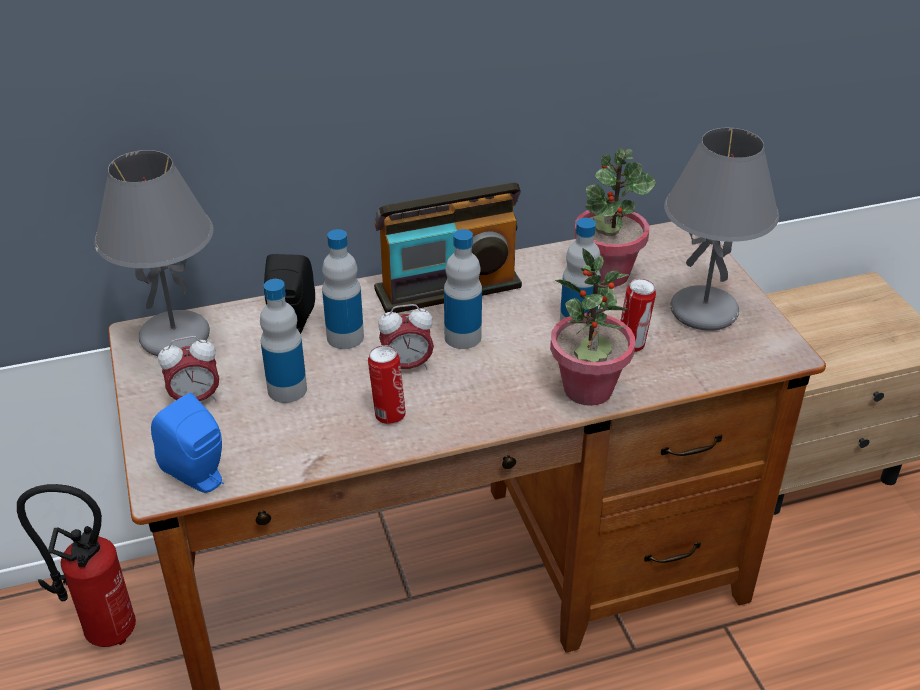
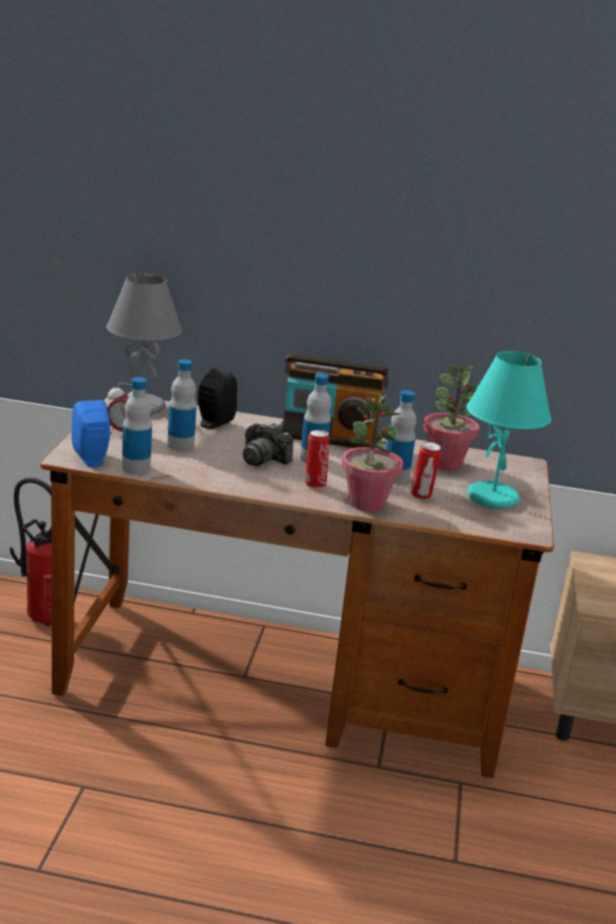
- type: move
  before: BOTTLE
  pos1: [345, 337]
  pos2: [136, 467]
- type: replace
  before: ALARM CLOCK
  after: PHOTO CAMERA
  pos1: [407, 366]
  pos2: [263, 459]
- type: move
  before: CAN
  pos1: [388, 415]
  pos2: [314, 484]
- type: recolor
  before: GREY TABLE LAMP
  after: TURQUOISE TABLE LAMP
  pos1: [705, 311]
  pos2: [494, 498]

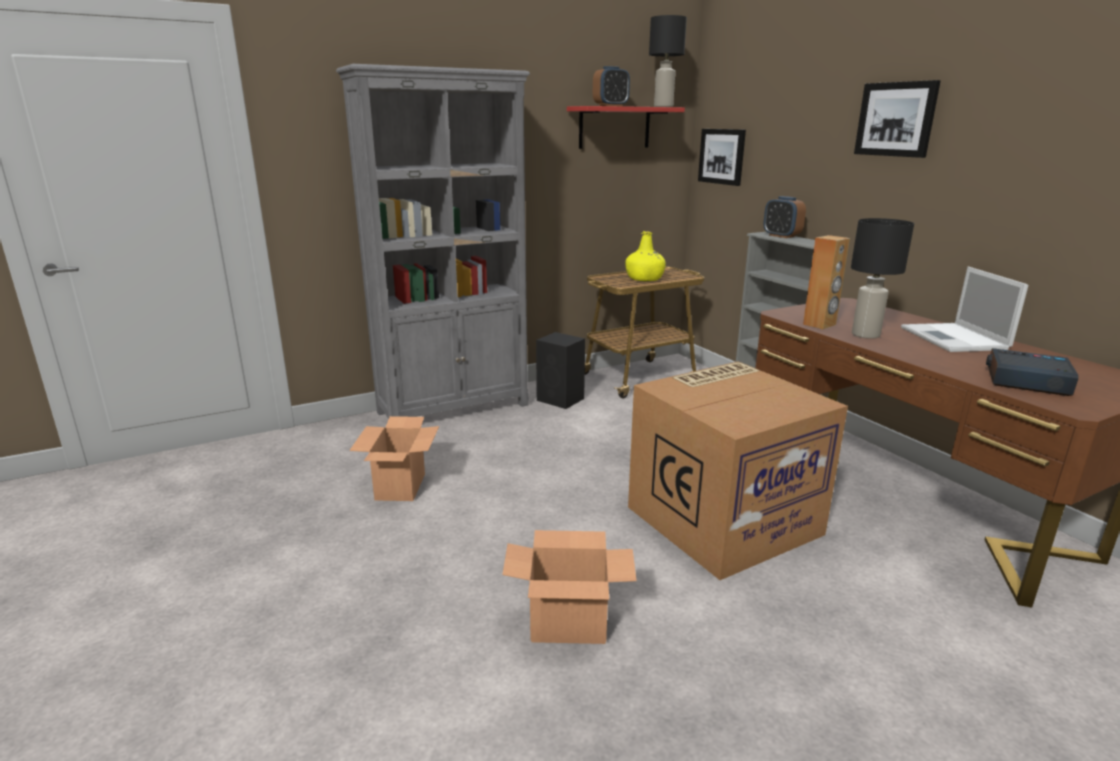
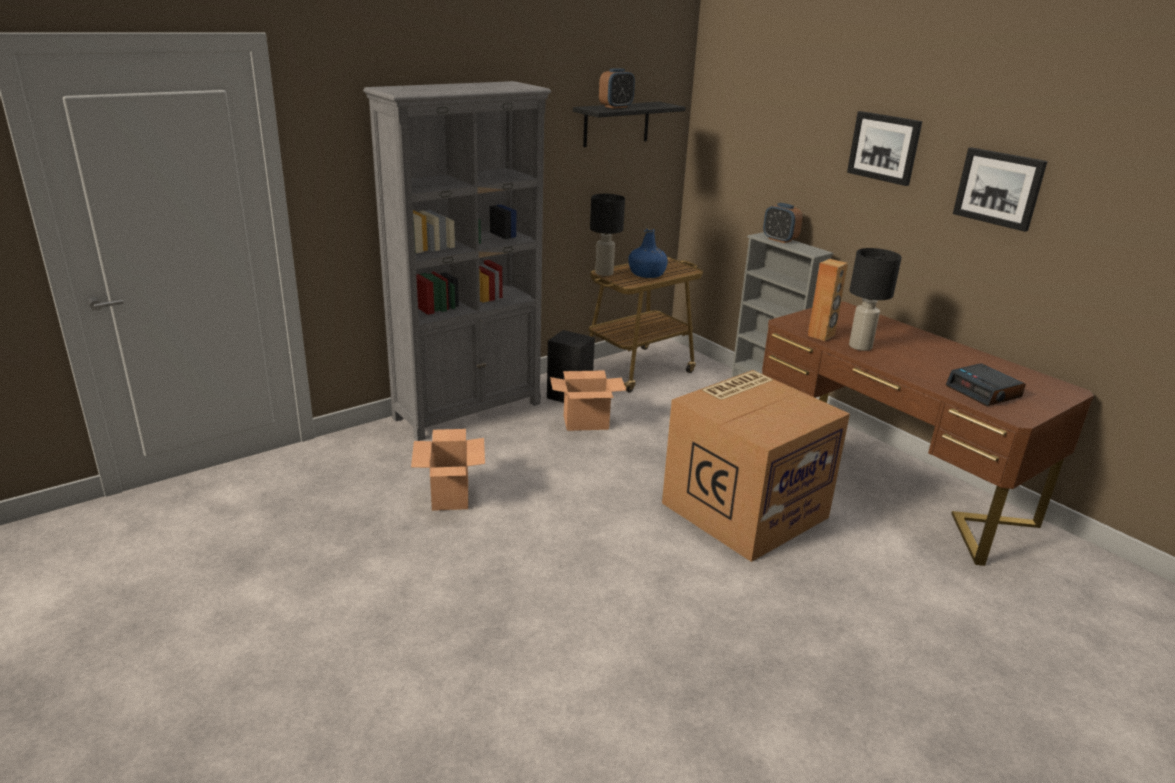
- type: move
  before: CARDBOARD BOX
  pos1: [569, 624]
  pos2: [586, 422]
- type: recolor
  before: RED SHELF
  after: BLACK SHELF
  pos1: [614, 127]
  pos2: [616, 124]
- type: move
  before: BLACK TABLE LAMP
  pos1: [663, 107]
  pos2: [604, 273]
- type: recolor
  before: YELLOW BOTTLE
  after: BLUE BOTTLE
  pos1: [645, 279]
  pos2: [647, 274]
- type: rotate
  before: ALARM CLOCK
  pos1: [1026, 381]
  pos2: [984, 392]
  turn: -135
- type: move
  before: PICTURE
  pos1: [722, 156]
  pos2: [999, 188]
- type: delete
  before: LAPTOP
  pos1: [955, 339]

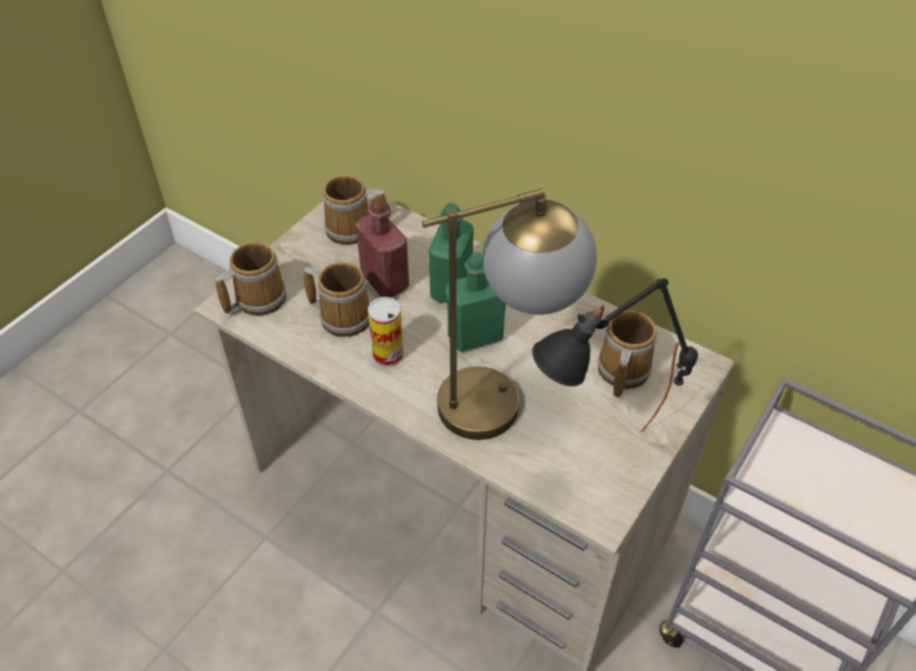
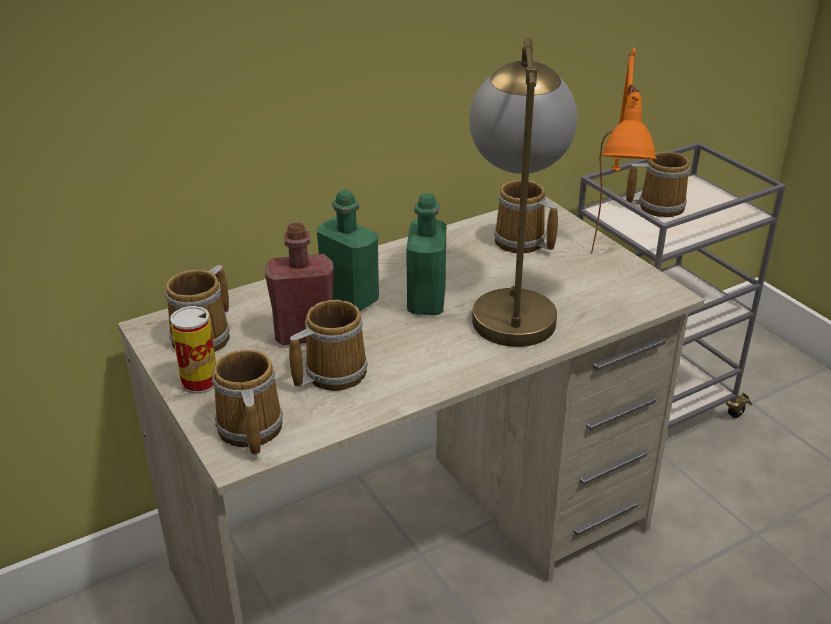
- type: move
  before: CAN
  pos1: [388, 354]
  pos2: [200, 382]
- type: recolor
  before: BLACK TABLE LAMP
  after: ORANGE TABLE LAMP
  pos1: [598, 460]
  pos2: [609, 280]
- type: insert
  after: MUG
  pos2: [657, 206]

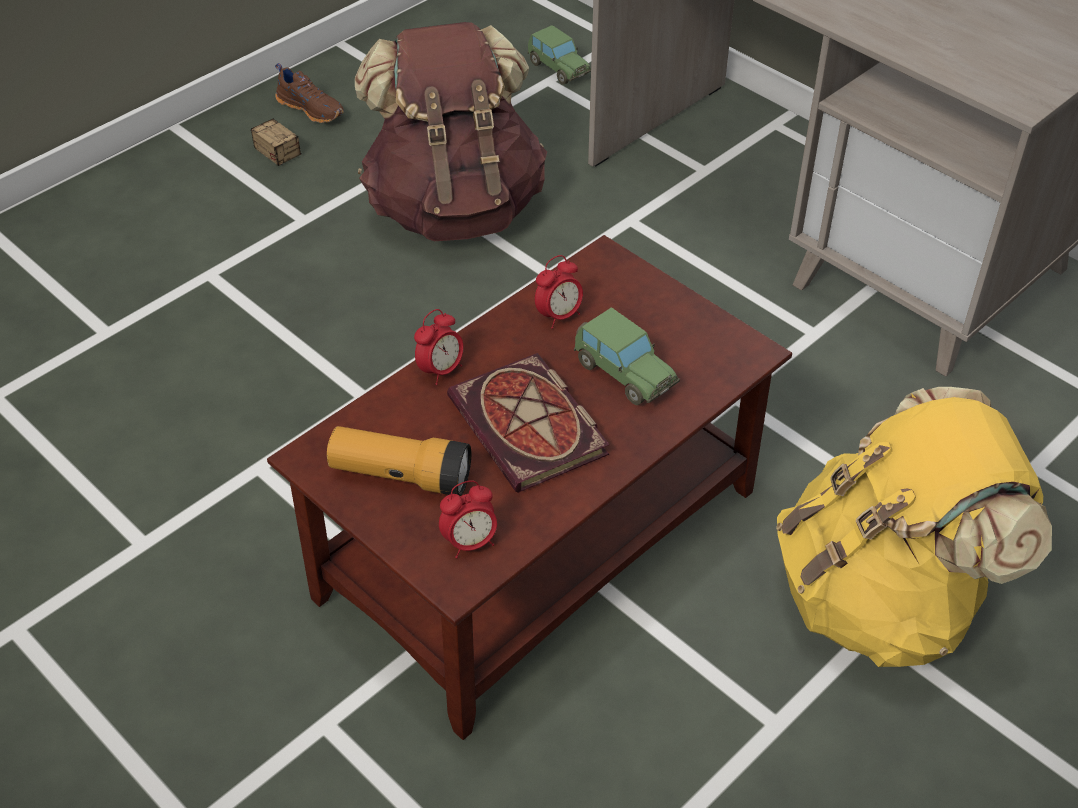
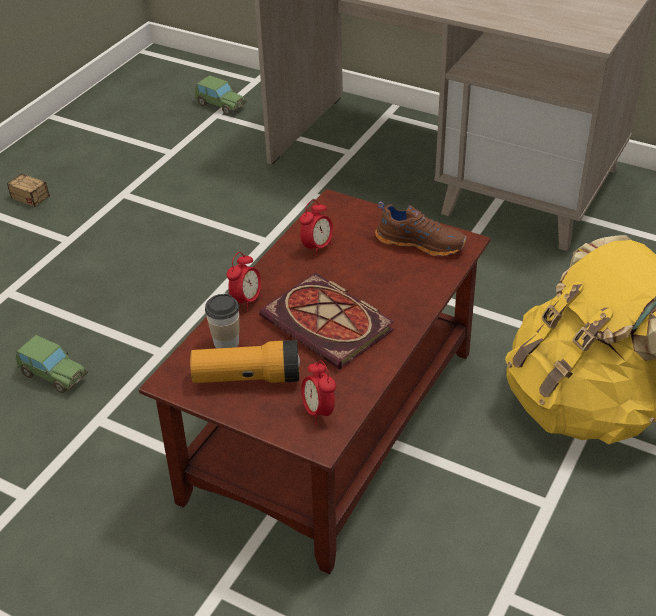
- type: move
  before: TOY CAR
  pos1: [623, 373]
  pos2: [53, 375]
- type: insert
  after: CUP
  pos2: [226, 342]
- type: rotate
  before: ALARM CLOCK
  pos1: [470, 543]
  pos2: [319, 411]
  turn: 105
- type: move
  before: BROWN SHOE
  pos1: [312, 108]
  pos2: [420, 242]
- type: delete
  before: BROWN BACKPACK
  pos1: [455, 207]

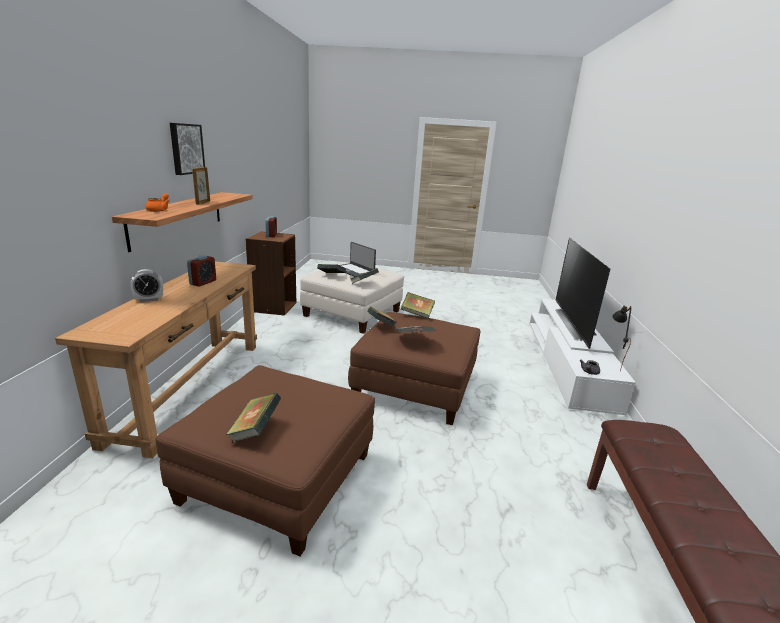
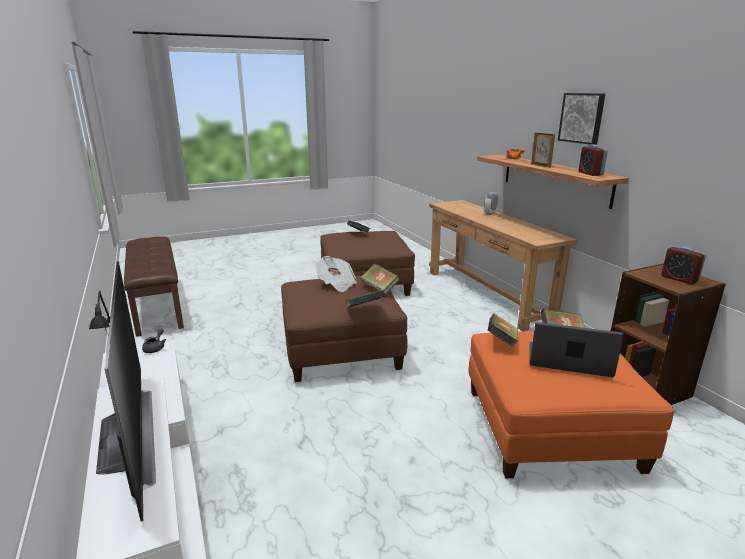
- type: recolor
  before: WHITE OTTOMAN
  after: ORANGE OTTOMAN
  pos1: [352, 313]
  pos2: [550, 428]
- type: move
  before: ALARM CLOCK
  pos1: [203, 282]
  pos2: [590, 173]

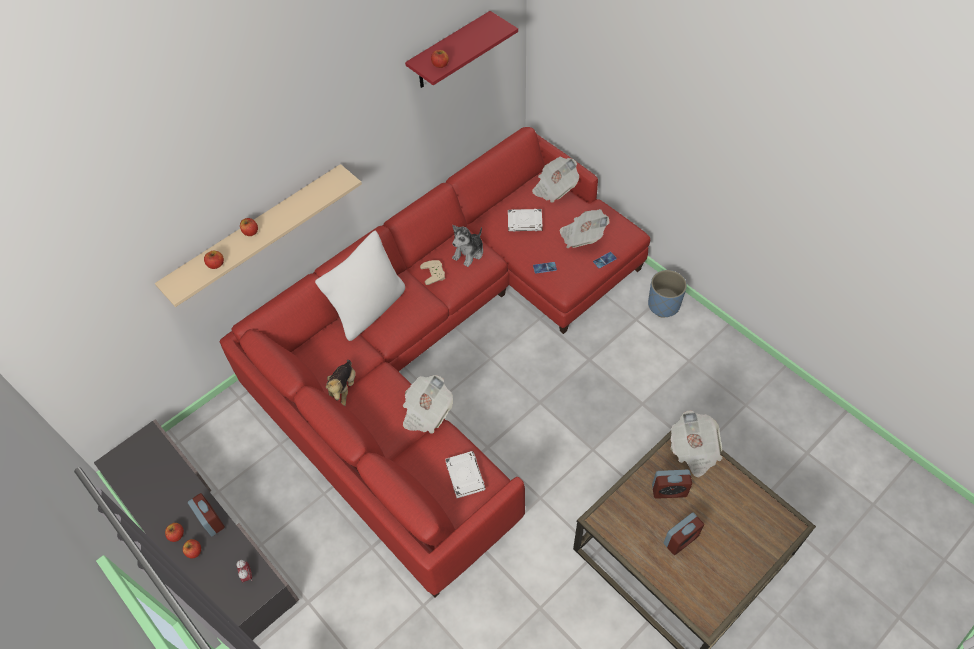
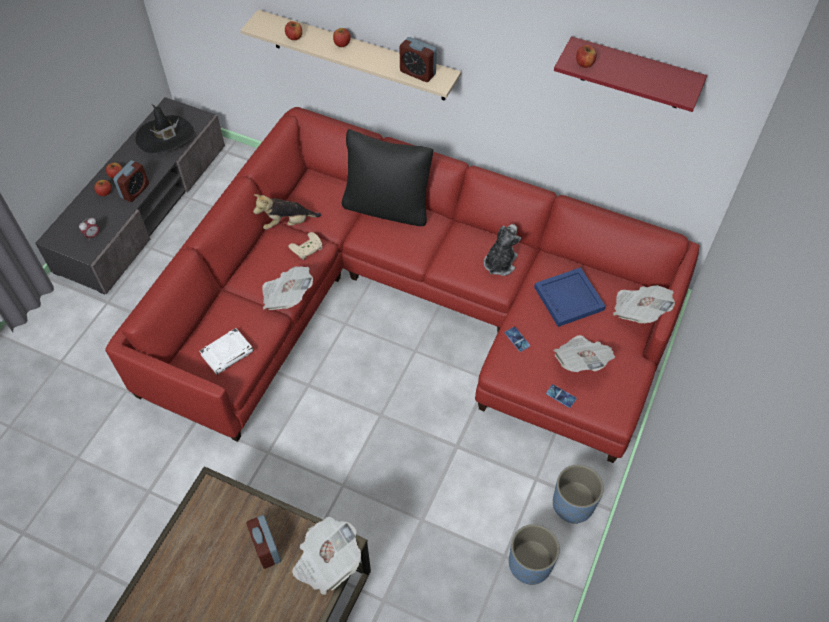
- type: insert
  after: BLACK HAT
  pos2: [165, 137]
- type: move
  before: BEIGE GAME CONTROLLER
  pos1: [435, 273]
  pos2: [307, 249]
- type: recolor
  before: WHITE PILLOW
  after: BLACK PILLOW
  pos1: [369, 309]
  pos2: [387, 207]
- type: move
  before: ALARM CLOCK
  pos1: [680, 540]
  pos2: [417, 73]
- type: rotate
  before: PLUSH TOY
  pos1: [469, 253]
  pos2: [499, 263]
  turn: 105
- type: insert
  after: BLUE PLANTER
  pos2: [529, 564]
- type: replace
  before: WHITE BOOK
  after: BLUE TRAY
  pos1: [525, 222]
  pos2: [570, 299]

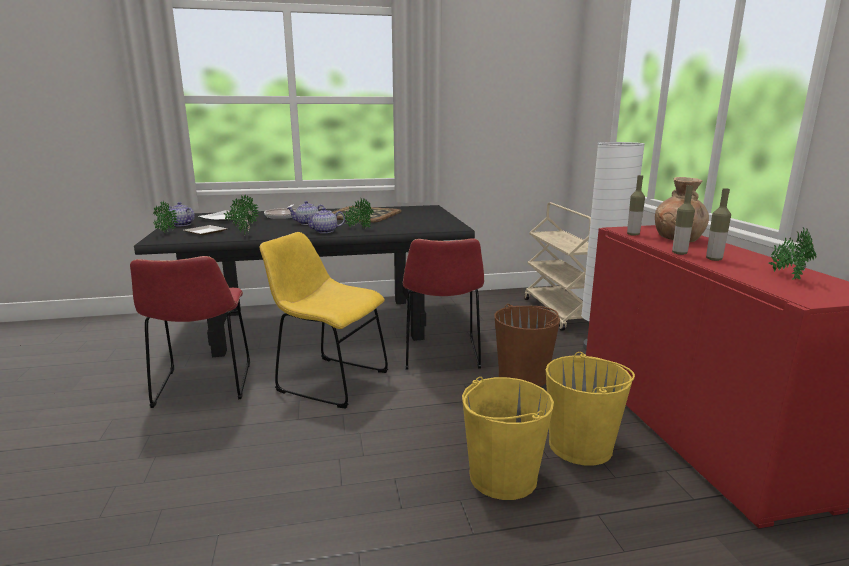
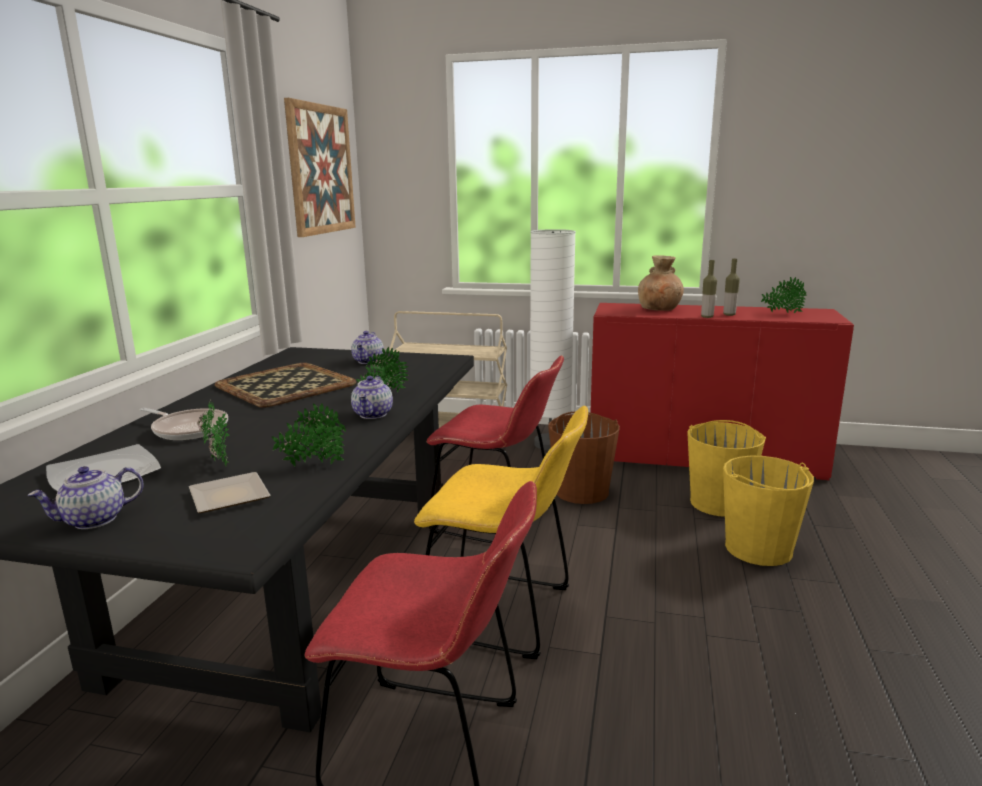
- type: insert
  after: PICTURE
  pos2: [321, 169]
- type: move
  before: TEAPOT
  pos1: [307, 223]
  pos2: [368, 361]
- type: rotate
  before: YELLOW CHAIR
  pos1: [328, 380]
  pos2: [505, 613]
  turn: -120
- type: delete
  before: POTTED PLANT
  pos1: [165, 234]
- type: delete
  before: BOTTLE
  pos1: [633, 234]

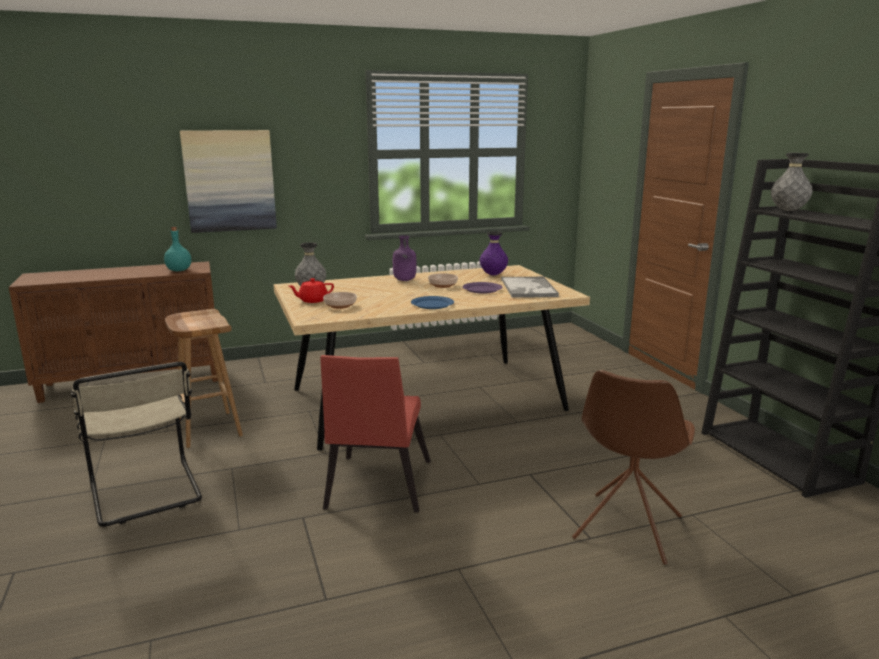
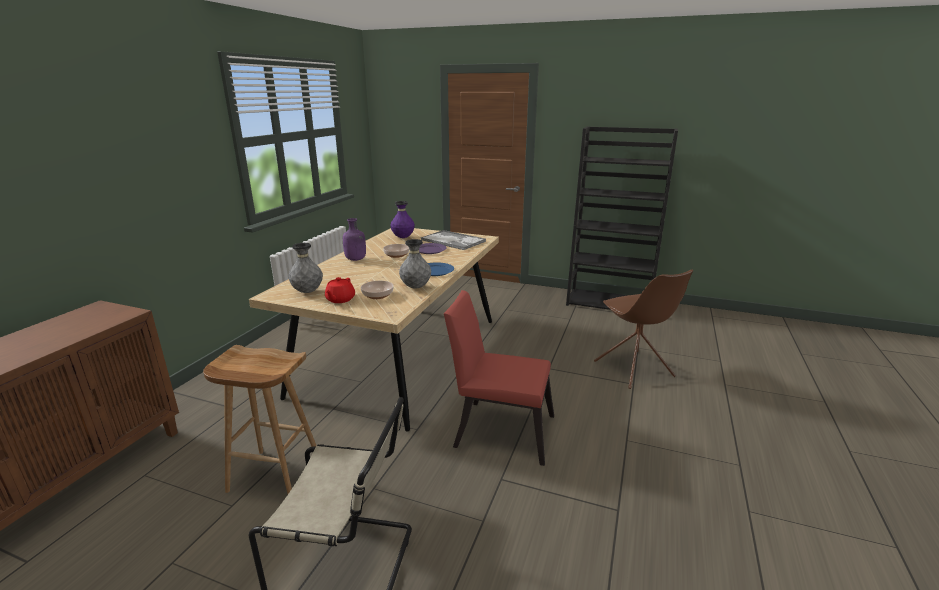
- type: move
  before: GREY VASE
  pos1: [788, 211]
  pos2: [416, 287]
- type: rotate
  before: RED CHAIR
  pos1: [376, 488]
  pos2: [498, 429]
  turn: 150
- type: delete
  before: TURQUOISE BOTTLE
  pos1: [178, 270]
- type: delete
  before: PICTURE
  pos1: [230, 181]

